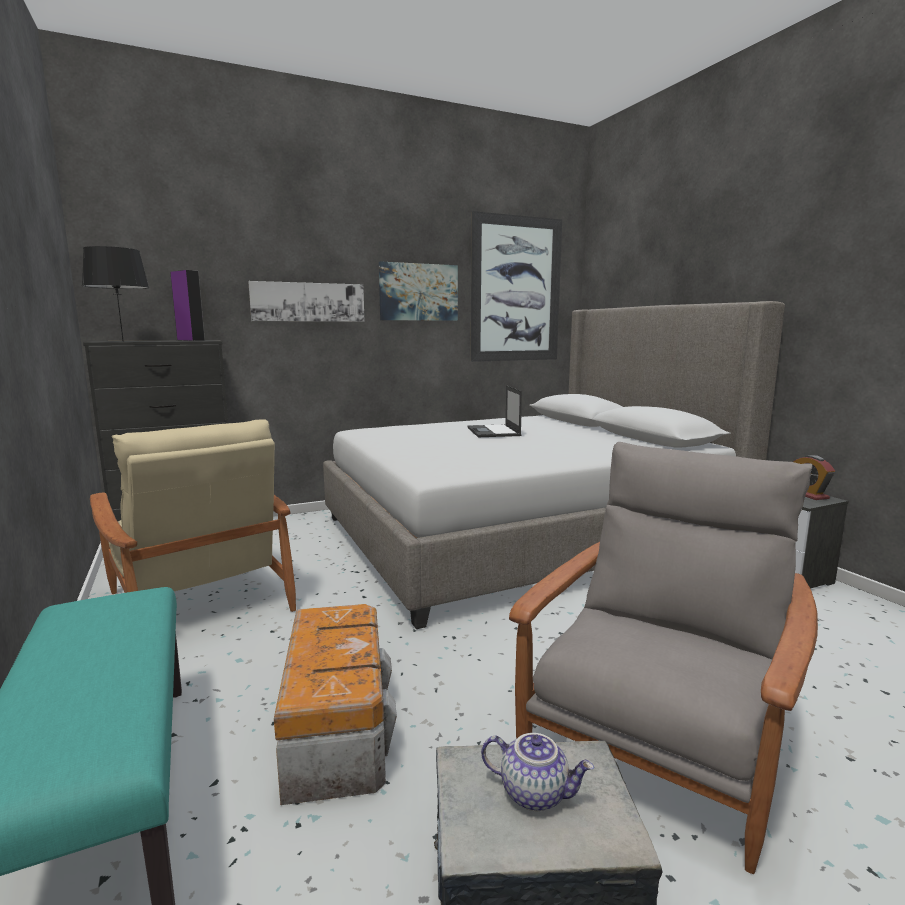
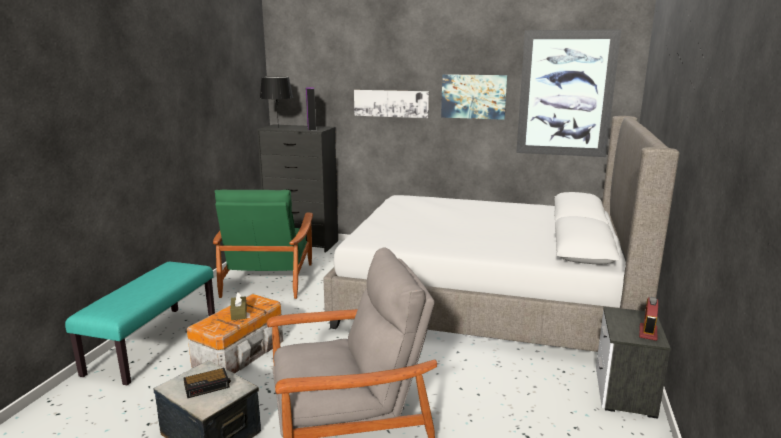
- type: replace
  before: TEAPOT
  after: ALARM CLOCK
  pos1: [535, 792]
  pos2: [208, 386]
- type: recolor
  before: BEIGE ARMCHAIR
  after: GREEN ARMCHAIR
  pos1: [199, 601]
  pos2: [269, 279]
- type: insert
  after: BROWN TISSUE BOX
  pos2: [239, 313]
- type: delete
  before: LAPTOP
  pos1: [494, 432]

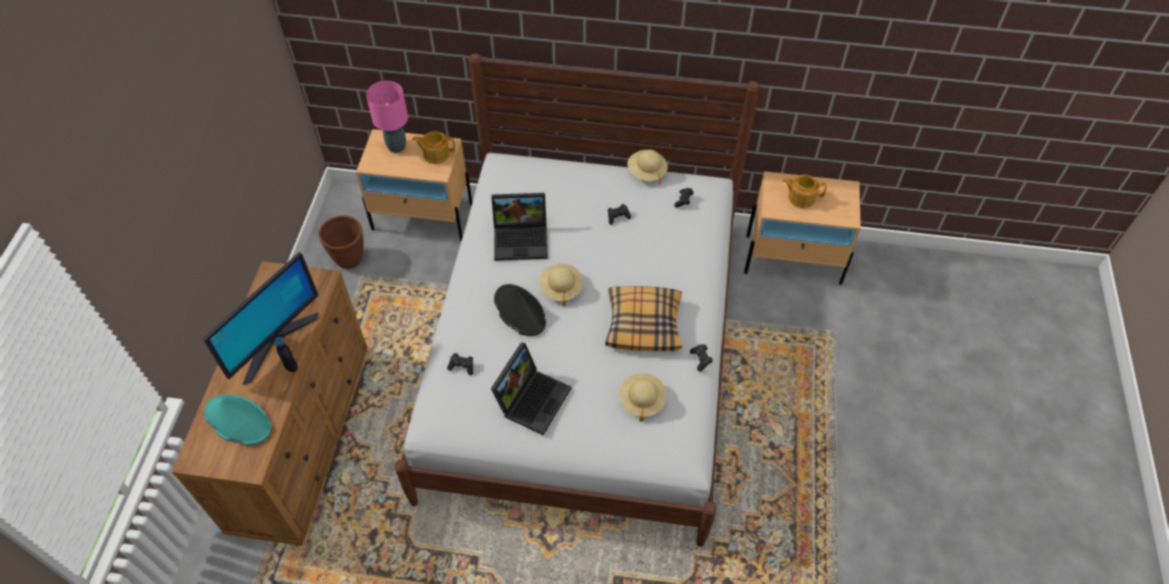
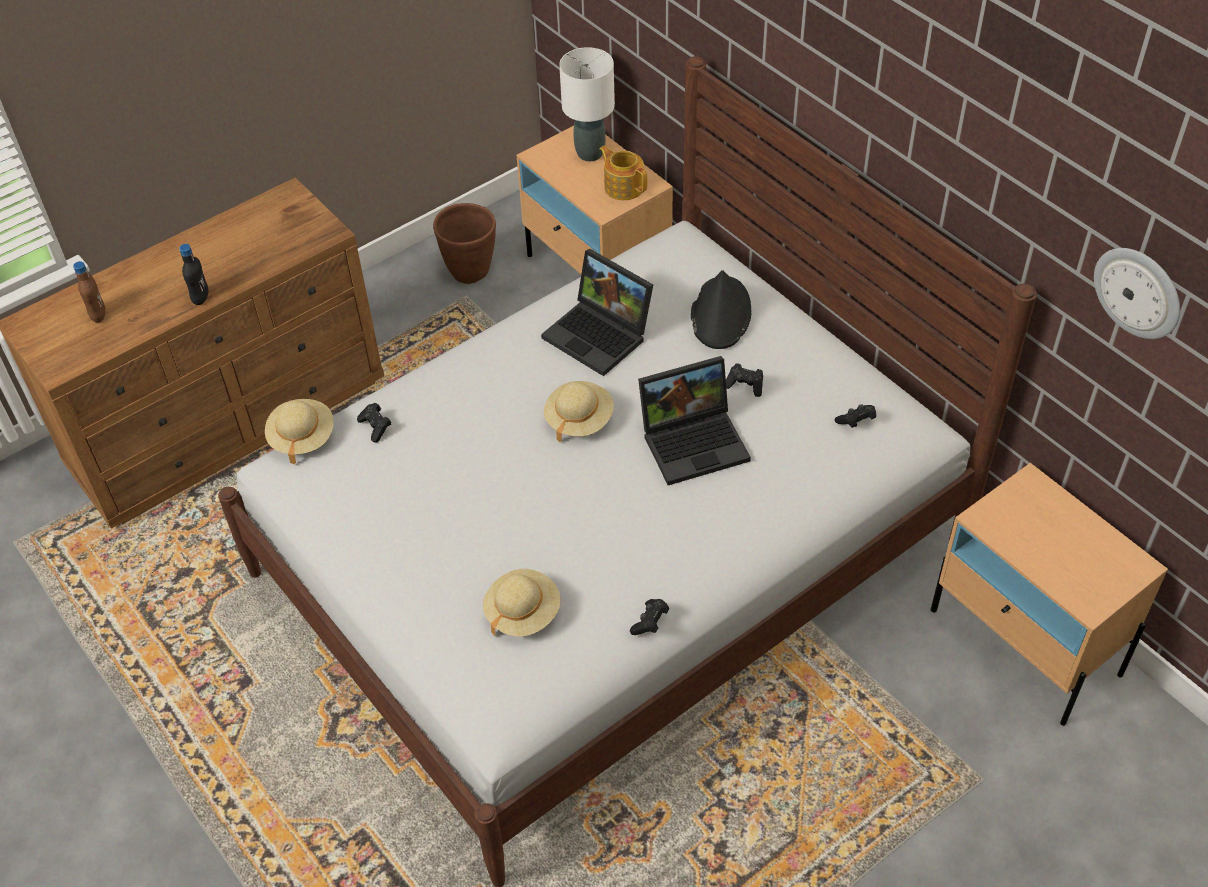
- type: replace
  before: TURQUOISE HAT
  after: BROWN BOTTLE
  pos1: [237, 420]
  pos2: [98, 315]
- type: move
  before: BEIGE HAT
  pos1: [646, 172]
  pos2: [302, 437]
- type: recolor
  before: PINK TABLE LAMP
  after: WHITE TABLE LAMP
  pos1: [396, 147]
  pos2: [589, 153]
- type: move
  before: LAPTOP
  pos1: [532, 398]
  pos2: [695, 441]
- type: move
  before: BLACK HAT
  pos1: [519, 310]
  pos2: [720, 313]
- type: insert
  after: WALL CLOCK
  pos2: [1138, 292]
- type: delete
  before: MONITOR
  pos1: [274, 342]
- type: delete
  before: PILLOW
  pos1: [643, 324]
- type: delete
  before: TEAPOT
  pos1: [801, 197]

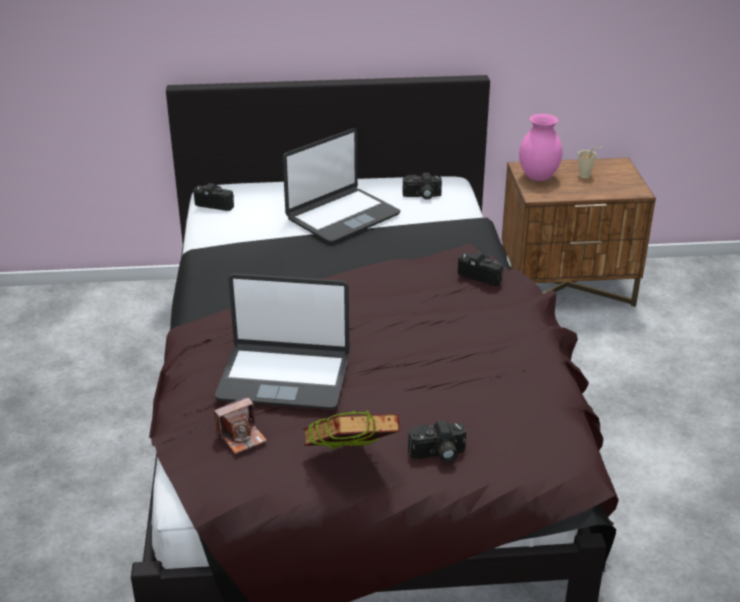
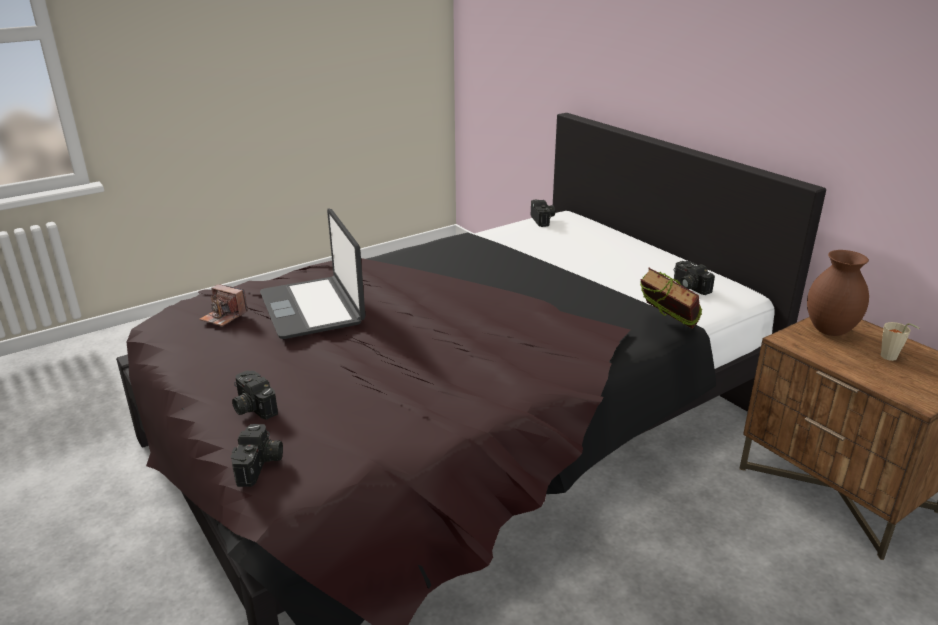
- type: move
  before: PHOTO CAMERA
  pos1: [482, 275]
  pos2: [260, 465]
- type: move
  before: BOOK
  pos1: [350, 463]
  pos2: [666, 331]
- type: recolor
  before: PINK VASE
  after: BROWN VASE
  pos1: [538, 177]
  pos2: [830, 331]
- type: delete
  before: LAPTOP
  pos1: [342, 216]

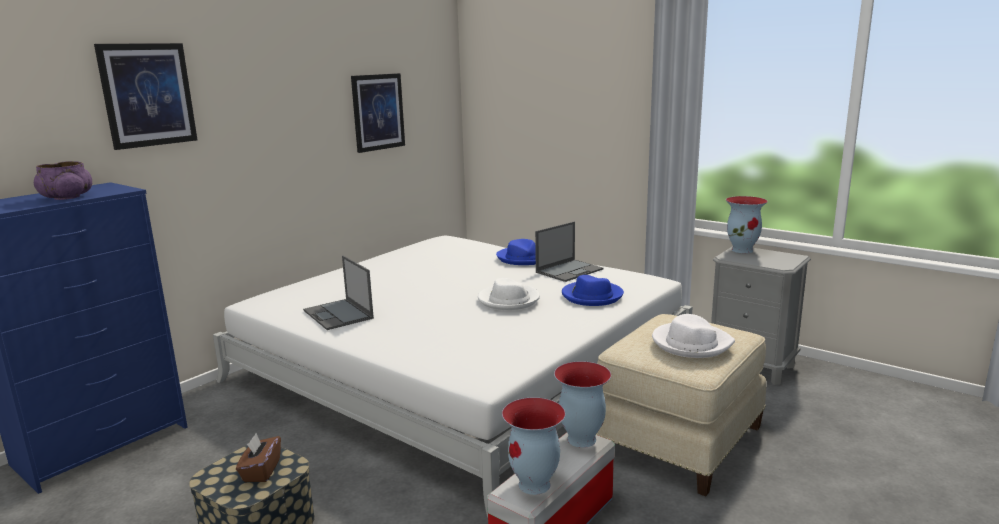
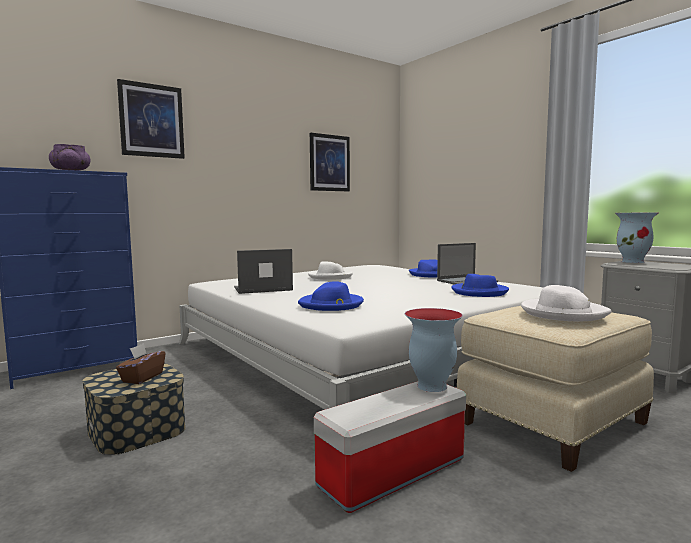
- type: rotate
  before: LAPTOP
  pos1: [338, 314]
  pos2: [262, 289]
  turn: 90
- type: insert
  after: BLUE HAT
  pos2: [331, 305]
- type: move
  before: WHITE HAT
  pos1: [508, 300]
  pos2: [330, 276]
- type: delete
  before: VASE
  pos1: [535, 485]

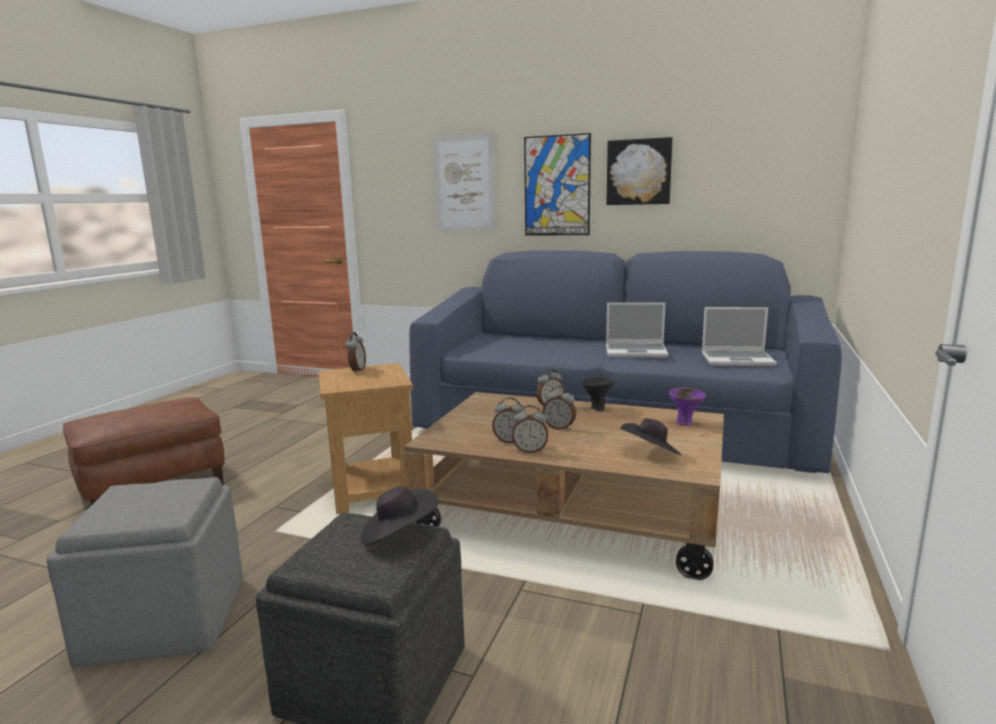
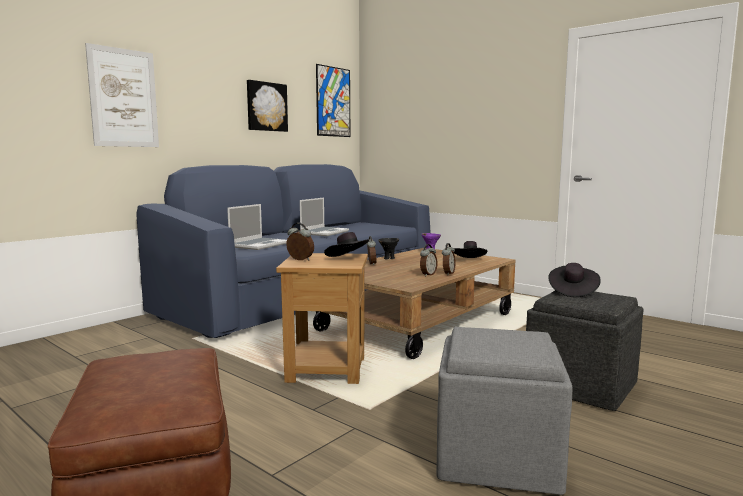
- type: move
  before: LAPTOP
  pos1: [738, 360]
  pos2: [259, 245]
- type: move
  before: PICTURE
  pos1: [557, 186]
  pos2: [333, 102]
- type: insert
  after: BLACK HAT
  pos2: [347, 259]
- type: delete
  before: ALARM CLOCK
  pos1: [559, 428]

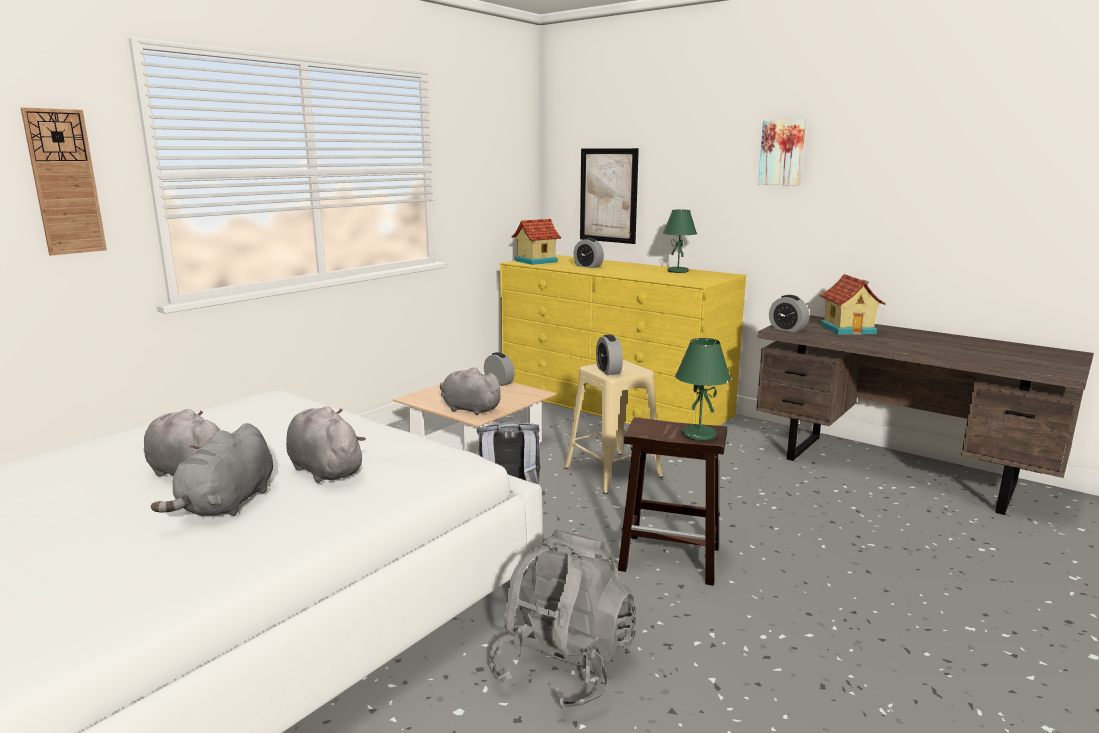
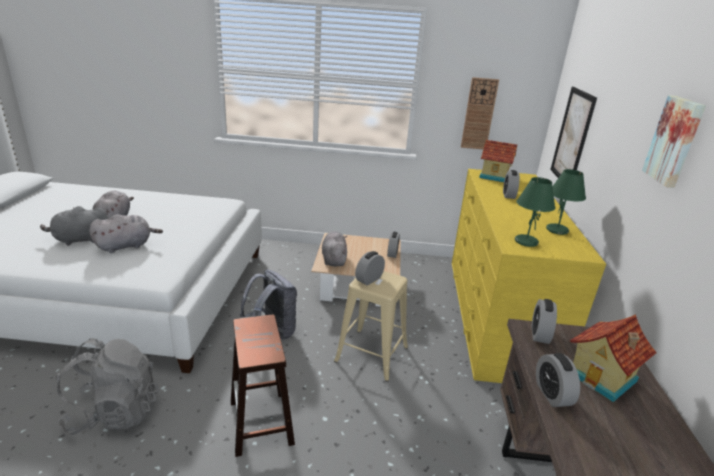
- type: rotate
  before: GREY PLUSH TOY
  pos1: [324, 469]
  pos2: [126, 246]
  turn: 45
- type: move
  before: WALL CLOCK
  pos1: [65, 182]
  pos2: [479, 114]
- type: move
  before: GREEN TABLE LAMP
  pos1: [698, 435]
  pos2: [525, 241]
- type: insert
  after: ALARM CLOCK
  pos2: [552, 394]

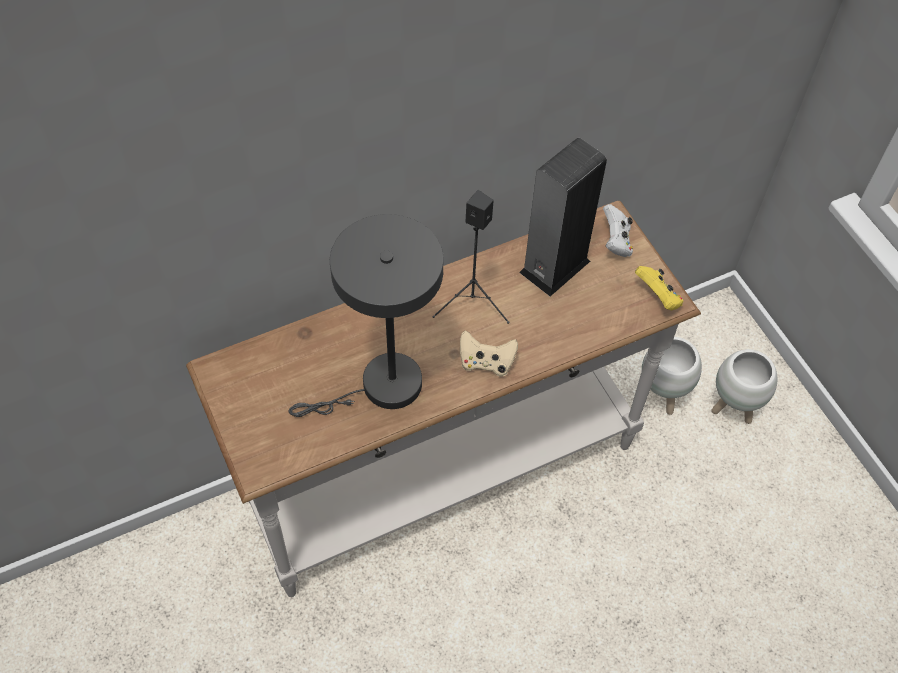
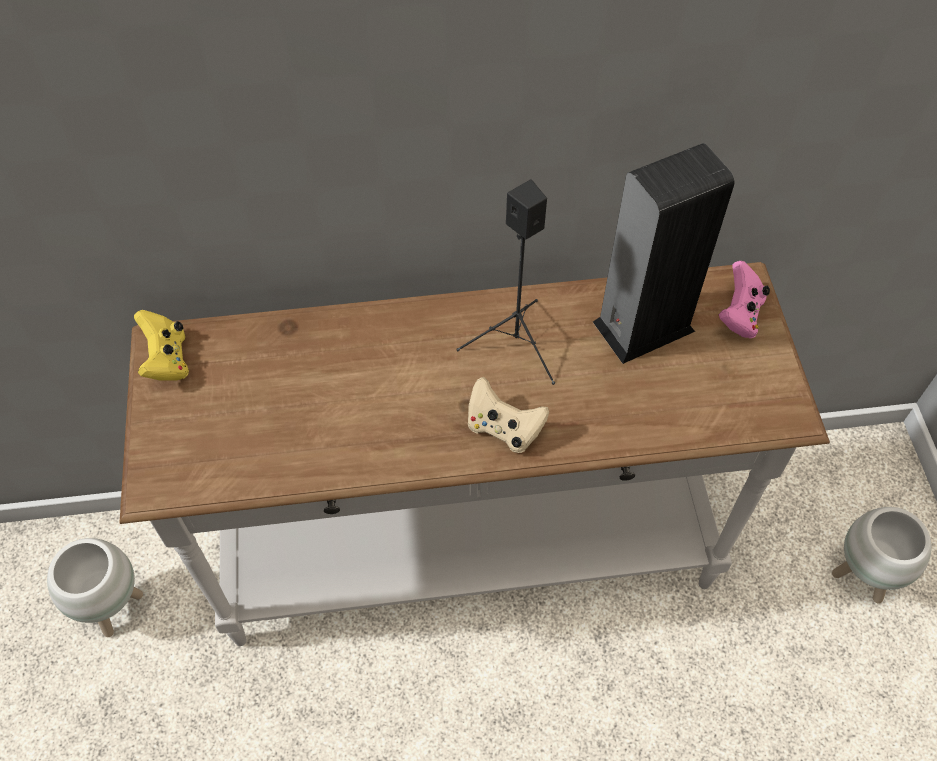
- type: move
  before: WHITE PLANTER
  pos1: [661, 396]
  pos2: [114, 607]
- type: move
  before: YELLOW GAME CONTROLLER
  pos1: [658, 297]
  pos2: [167, 360]
- type: recolor
  before: WHITE GAME CONTROLLER
  after: PINK GAME CONTROLLER
  pos1: [616, 242]
  pos2: [739, 315]
- type: delete
  before: GREY TABLE LAMP
  pos1: [381, 388]

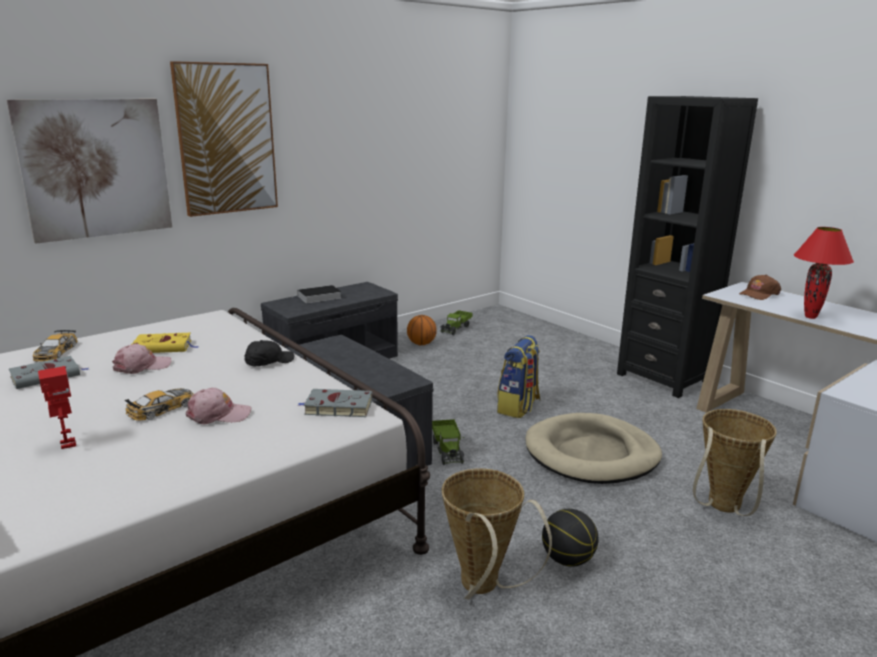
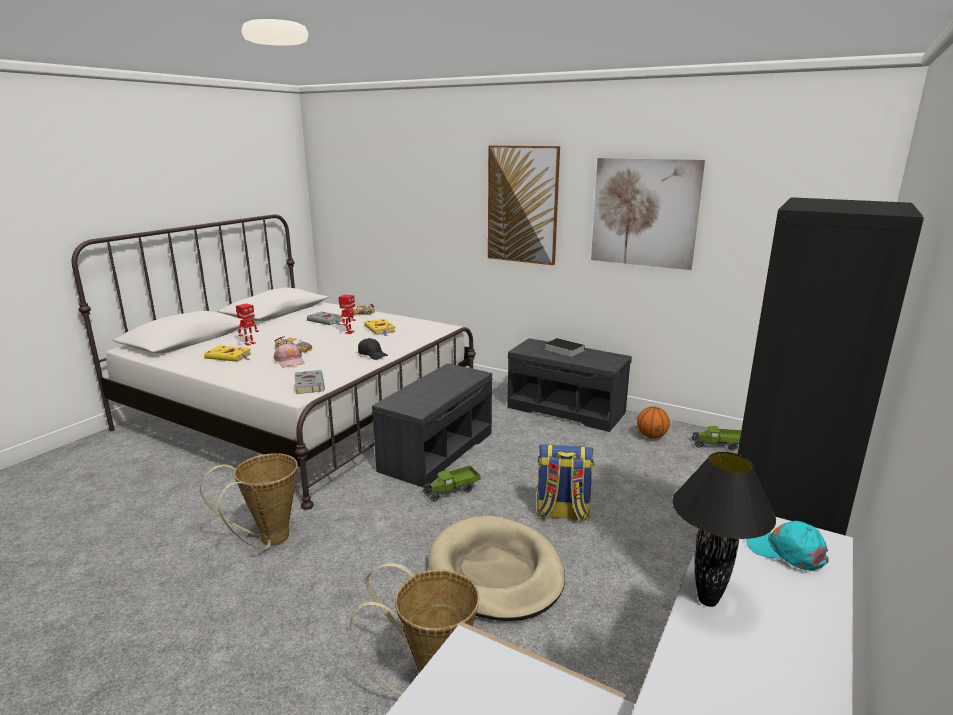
- type: insert
  after: YELLOW BOOK
  pos2: [229, 356]
- type: replace
  before: PINK CAP
  after: TOY ROBOT
  pos1: [142, 366]
  pos2: [349, 332]
- type: move
  before: PICTURE
  pos1: [96, 169]
  pos2: [644, 213]
- type: recolor
  before: RED TABLE LAMP
  after: BLACK TABLE LAMP
  pos1: [810, 317]
  pos2: [708, 600]
- type: recolor
  before: BROWN CAP
  after: TURQUOISE CAP
  pos1: [758, 294]
  pos2: [786, 551]
- type: delete
  before: BASKETBALL
  pos1: [567, 560]

